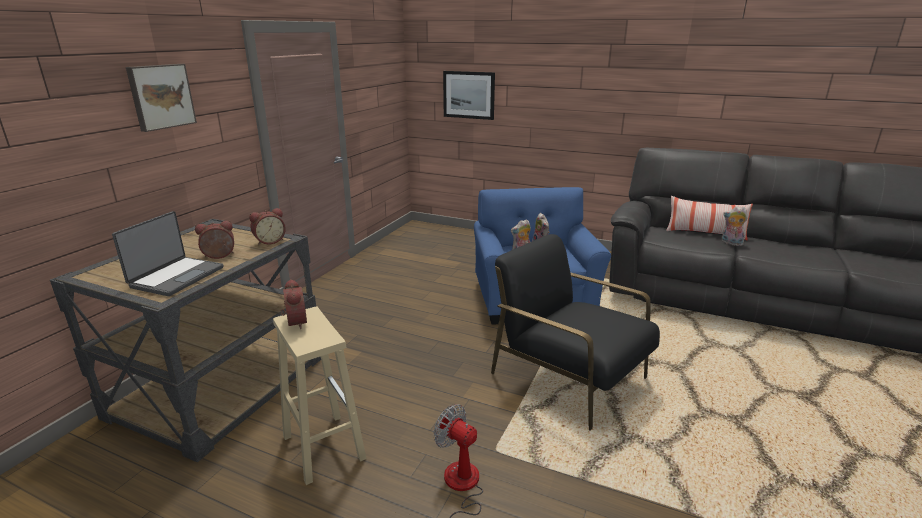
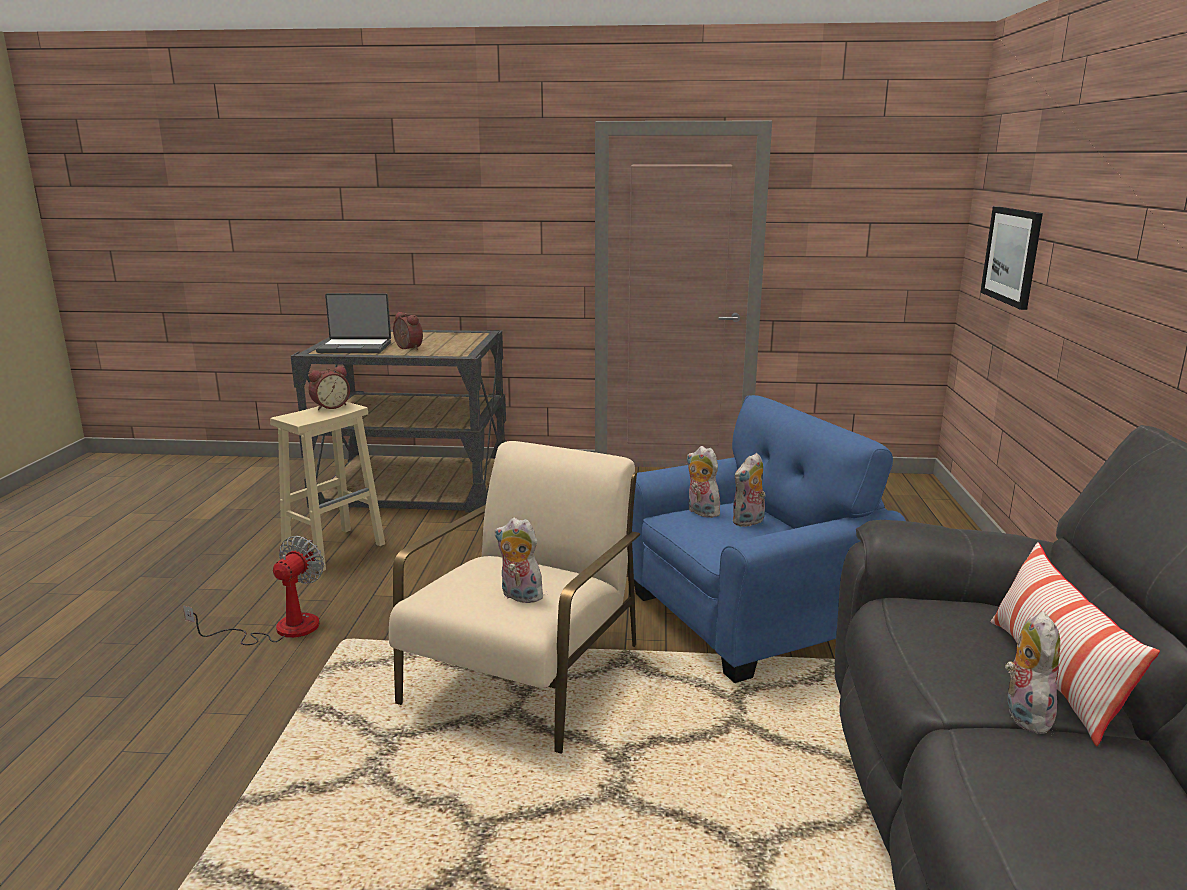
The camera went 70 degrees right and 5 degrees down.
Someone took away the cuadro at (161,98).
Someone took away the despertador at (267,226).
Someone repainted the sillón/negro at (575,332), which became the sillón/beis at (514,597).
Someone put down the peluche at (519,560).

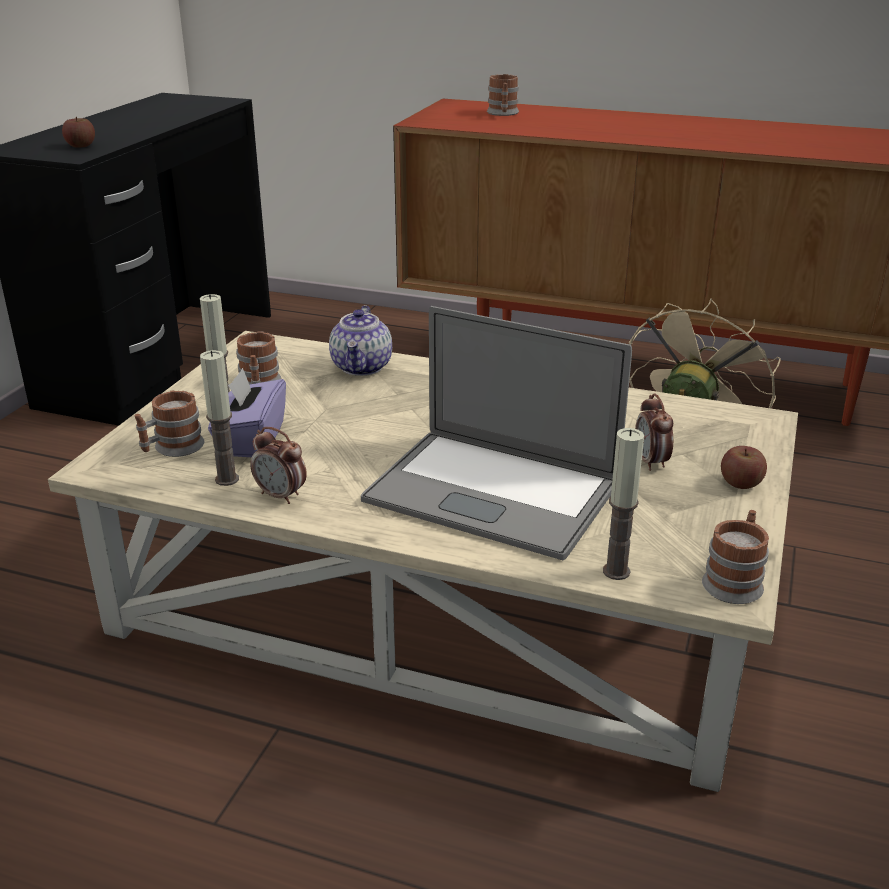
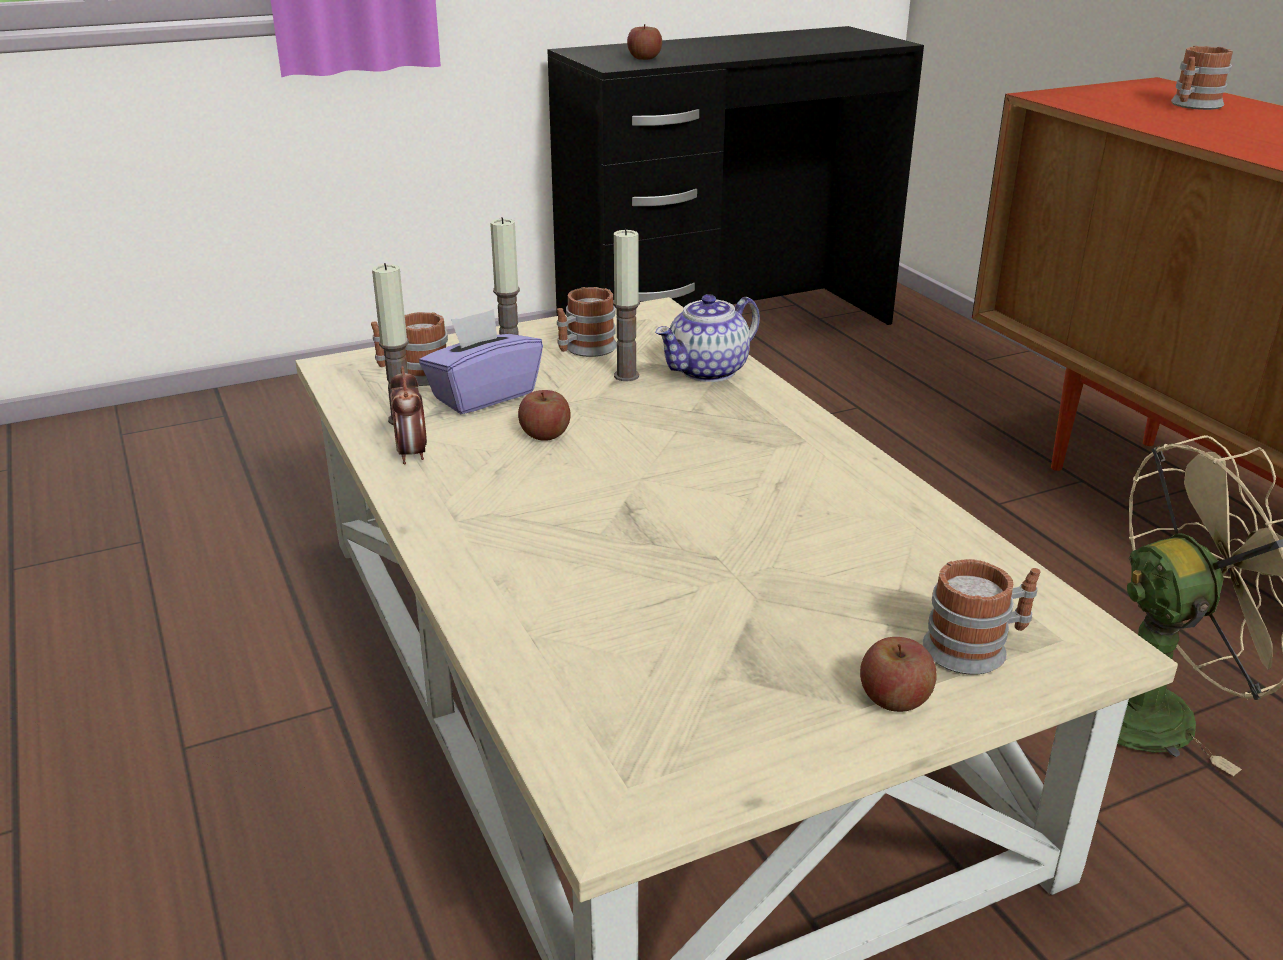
The camera went 45 degrees right and 0 degrees up.
Someone took away the portátil at (496,433).
Someone took away the despertador at (654,432).
Someone carried the vela from (623,504) to (626,305).
Someone carried the taza grande from (735,557) to (982,617).
Someone put down the manzana at (544,415).

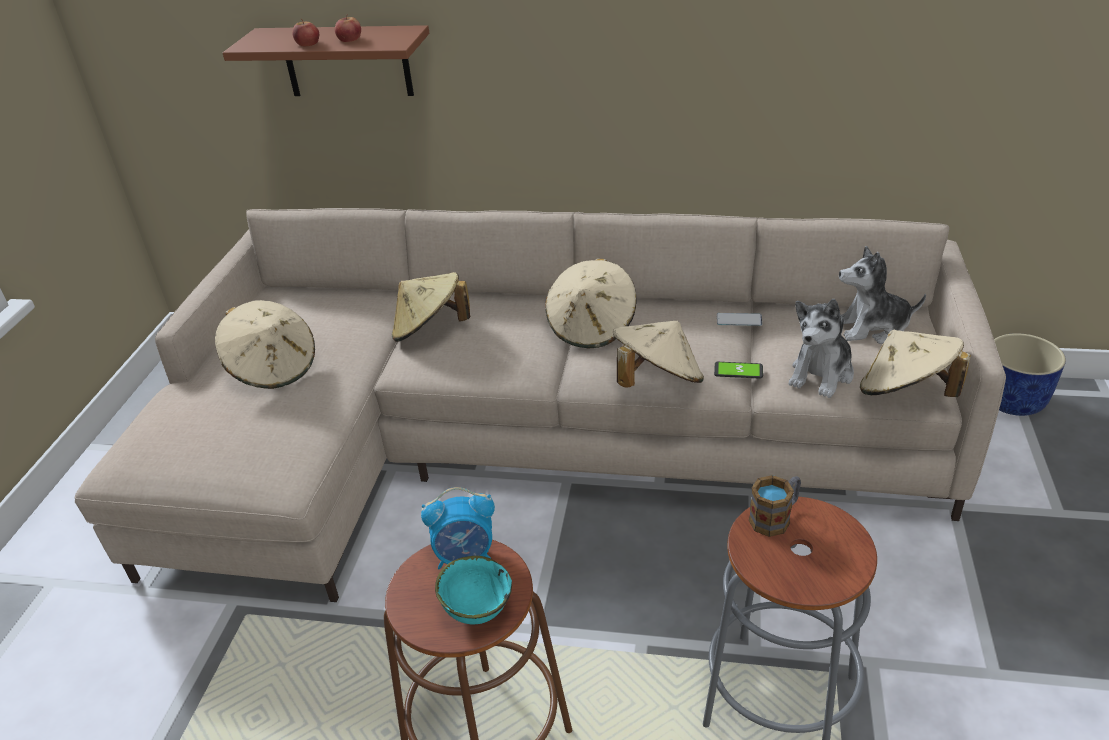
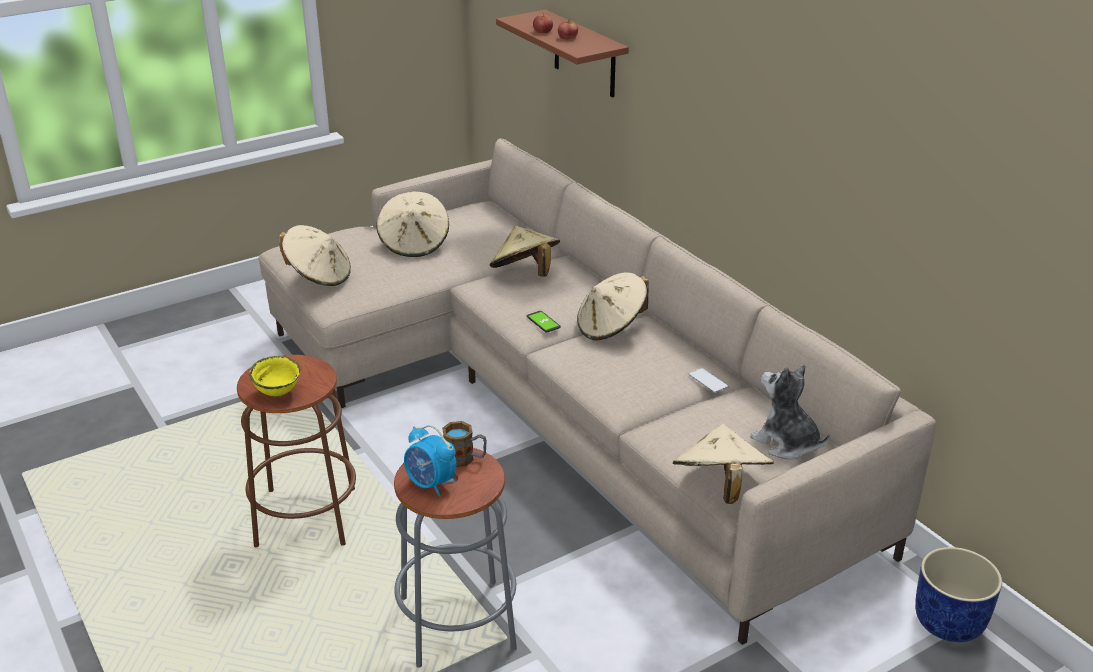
The camera went 45 degrees right and 5 degrees down.
Someone took away the peluche at (821,348).
Someone carried the sombrero/beis from (658,354) to (315,255).
Someone carried the móvil from (738,370) to (544,322).
Someone carried the despertador from (458,528) to (430,460).
Someone repainted the cuenco/turquesa at (473,590), which became the cuenco/amarillo at (274,376).

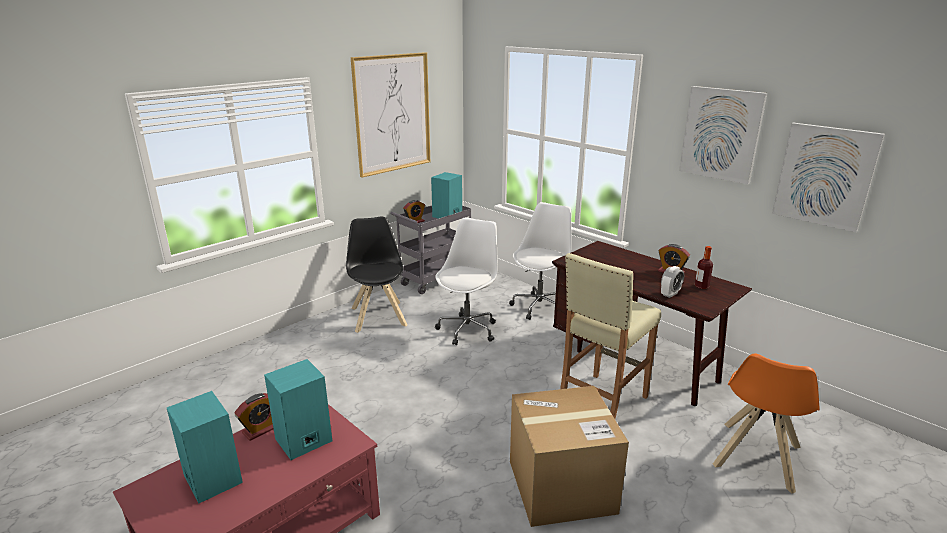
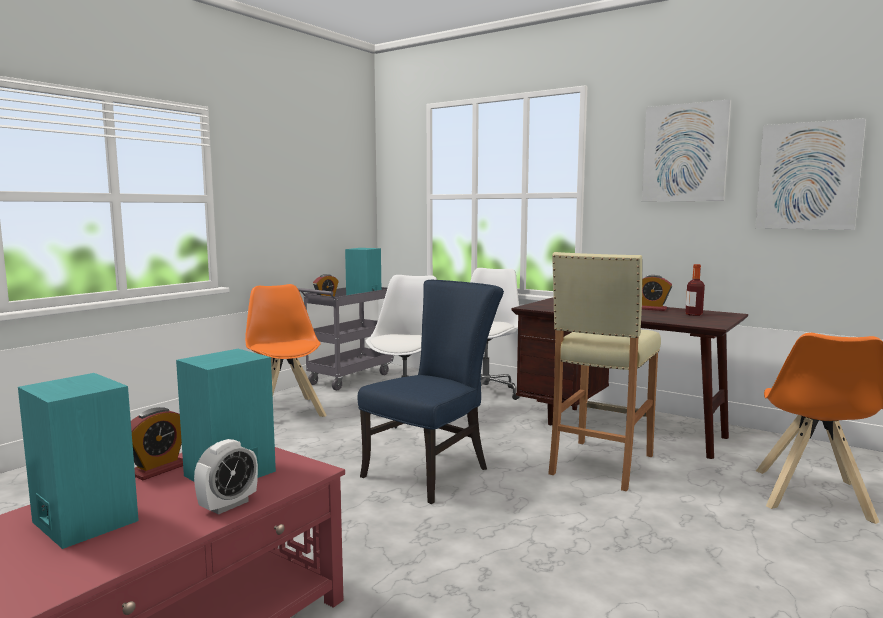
The camera went 10 degrees left and 15 degrees down.
Someone took away the cuadro at (390,115).
Someone repainted the silla/negro at (376,275), which became the silla/naranja at (286,350).
Someone carried the despertador from (672,282) to (226,477).
Someone took away the caja de cartón at (569,456).
Someone put down the silla/azul at (430,392).

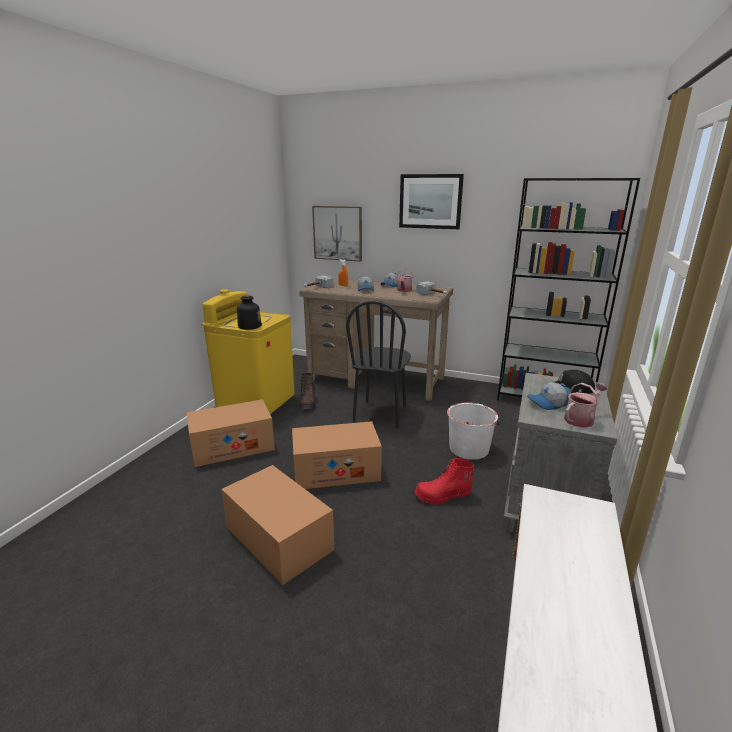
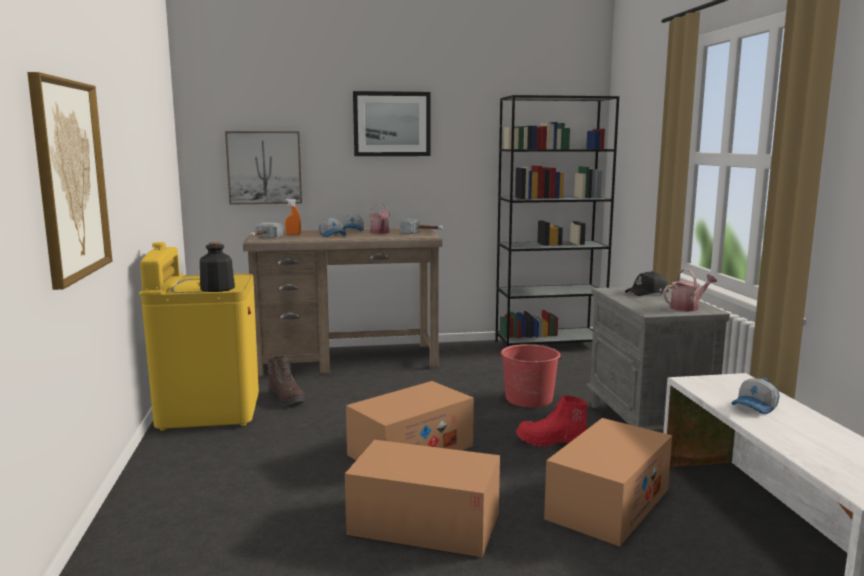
The camera went 30 degrees left and 10 degrees down.
Someone took away the silla/negro at (378,364).
Someone carried the gorra from (548,396) to (756,396).
Someone rotated the regadera at (585,405) by 45 degrees clockwise.
Someone carried the caja de cartón from (230,433) to (608,482).
Someone repainted the cubo/blanco at (473,431), which became the cubo/rojo at (530,376).
Someone rotated the bota/rojo at (444,481) by 45 degrees clockwise.
Someone put up the cuadro at (69,181).

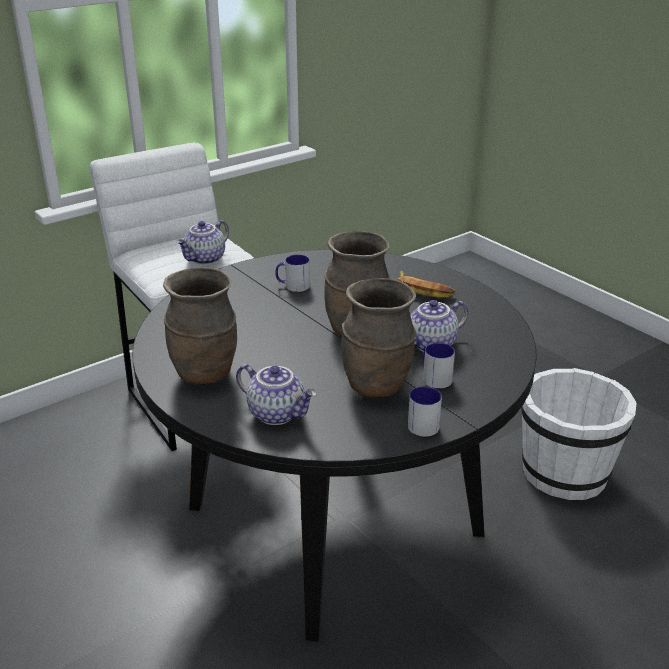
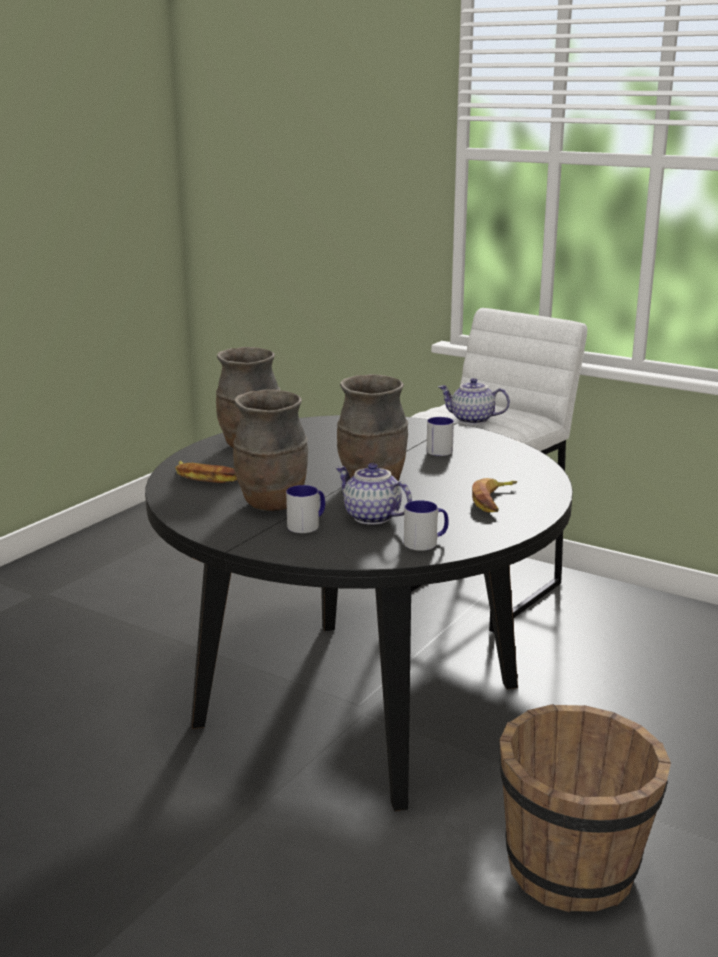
The camera went 70 degrees right and 10 degrees down.
Someone swapped the tetera at (276,394) for the plátano at (206,471).
Someone repainted the cubo/blanco at (579,434), which became the cubo/marrón at (585,808).
Someone carried the taza grande from (425,412) to (426,525).

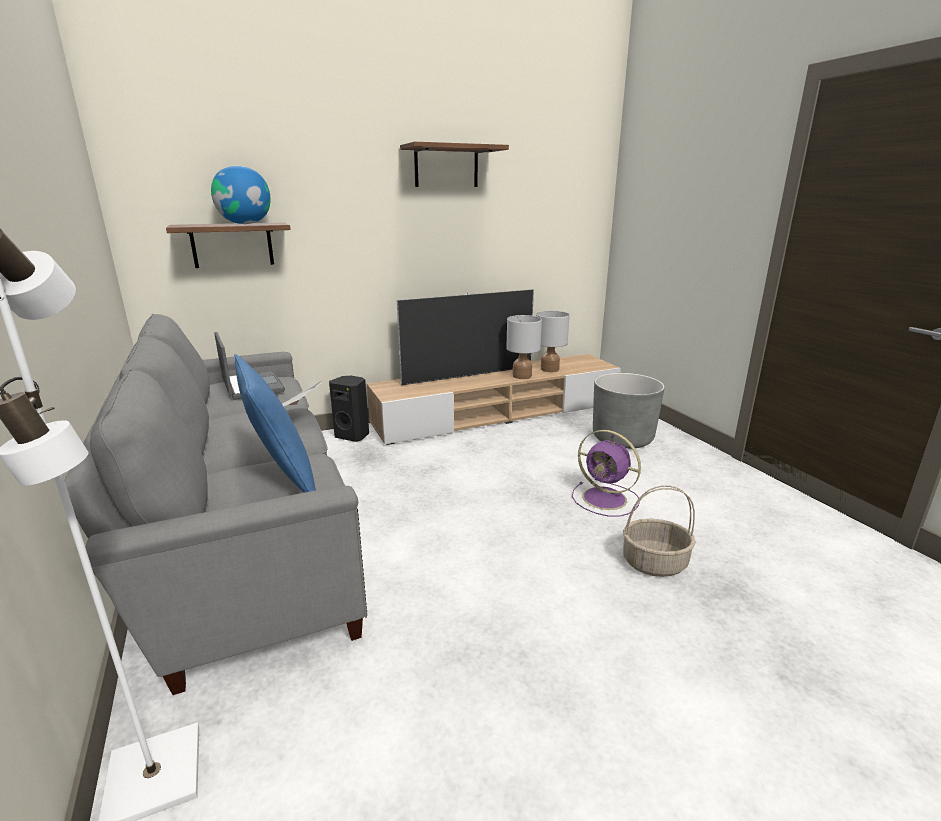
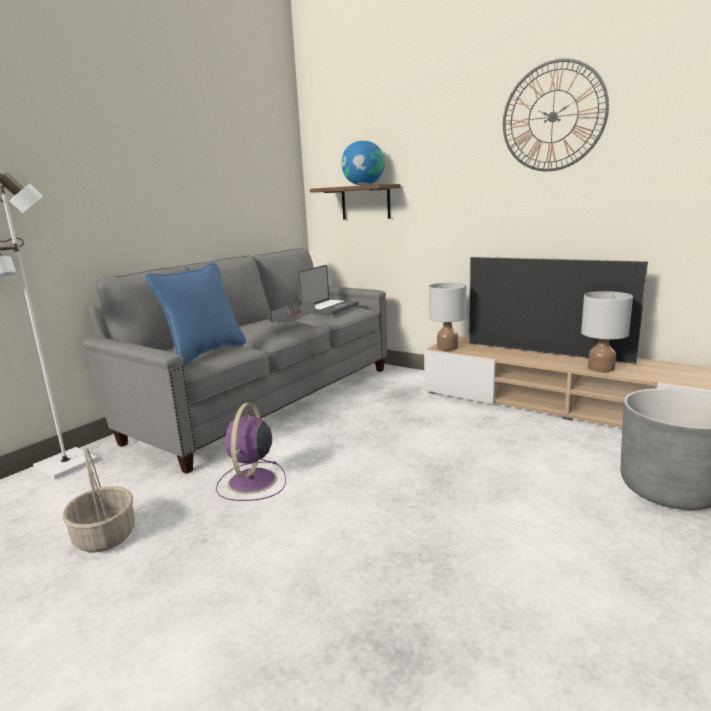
The camera went 60 degrees right and 5 degrees down.
Someone swapped the estante at (454,164) for the reloj de pared at (556,114).
Someone carried the lámpara de mesa/gris from (553,341) to (448,316).
Someone took away the altavoz/negro at (349,409).
Someone carried the ventilador/morado from (606,473) to (251,452).
Someone carried the cesta from (659,531) to (98,500).

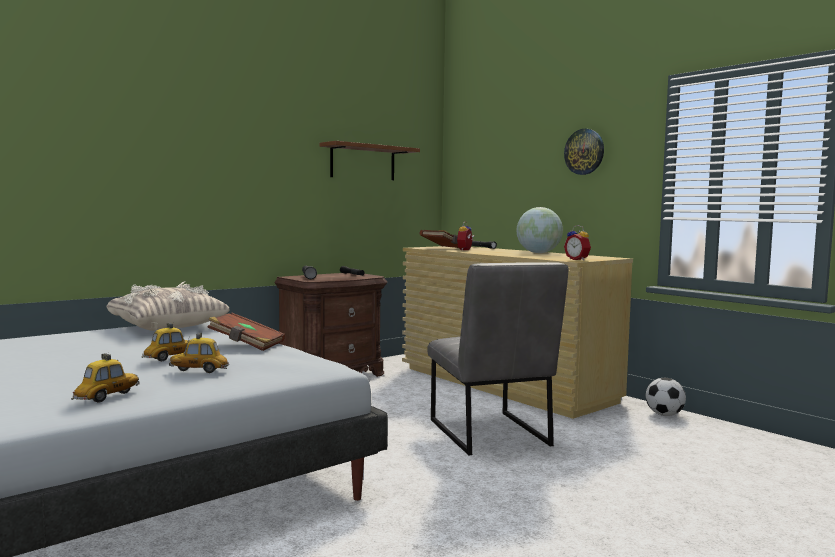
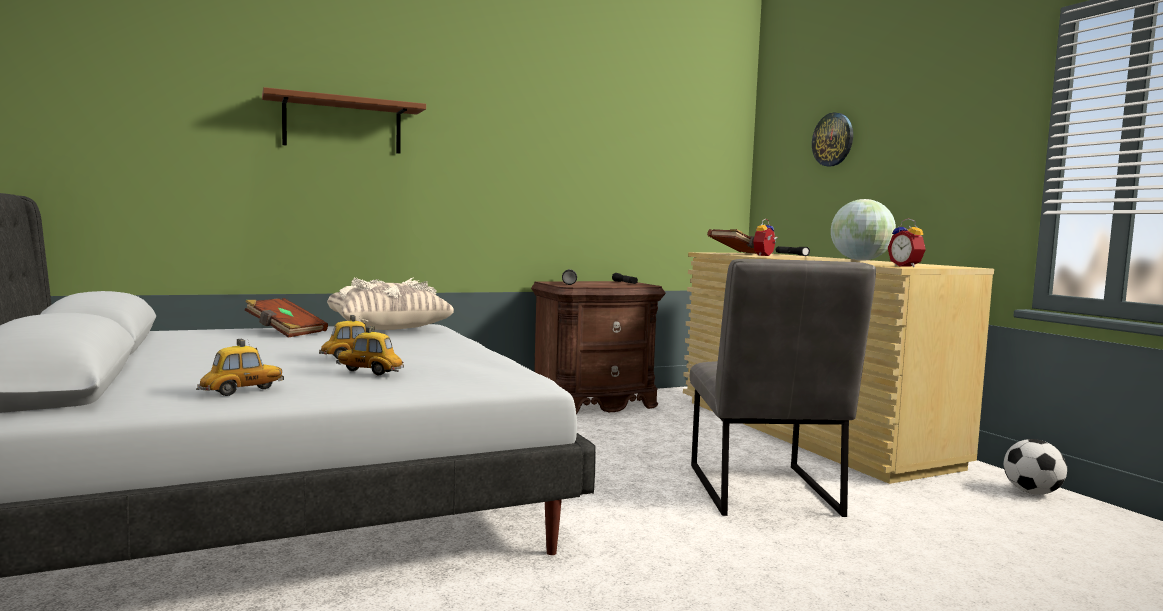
The camera went 15 degrees right and 0 degrees up.
Someone carried the reloj de pared from (584,152) to (832,139).
Someone carried the estante/marrón from (370,160) to (344,120).
Someone carried the libro/marrón from (246,332) to (286,318).

